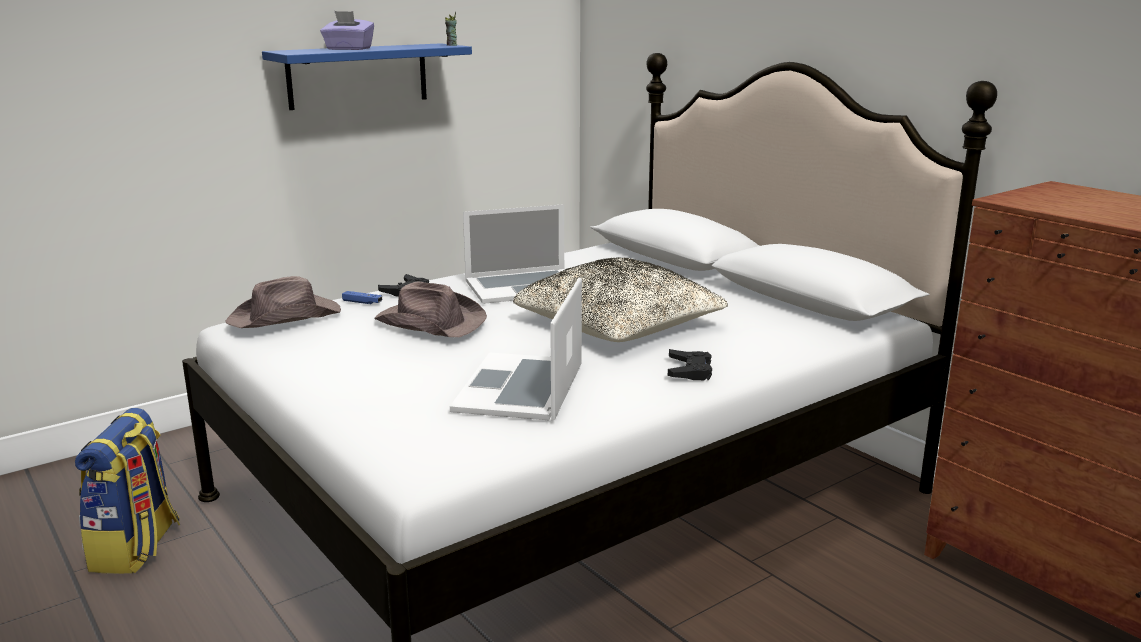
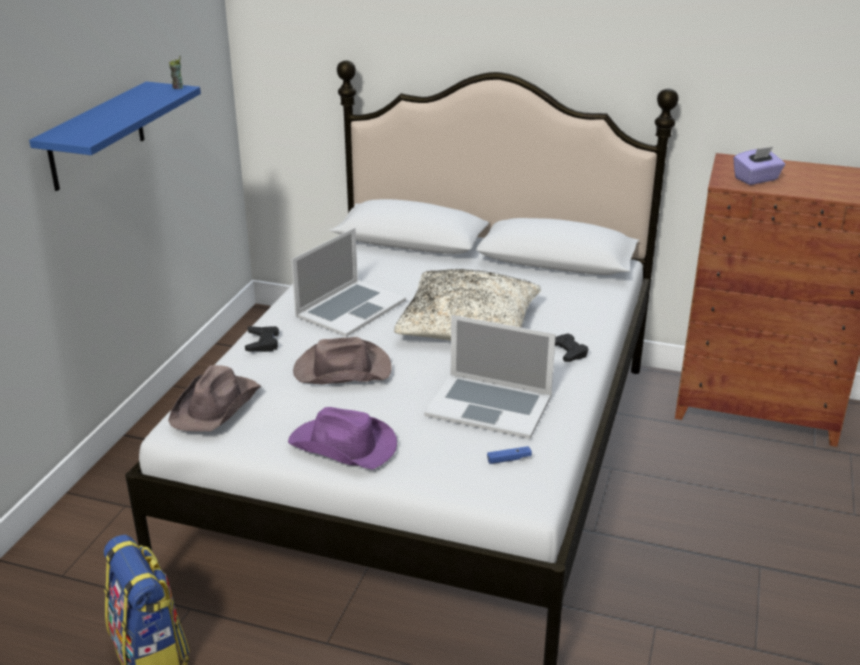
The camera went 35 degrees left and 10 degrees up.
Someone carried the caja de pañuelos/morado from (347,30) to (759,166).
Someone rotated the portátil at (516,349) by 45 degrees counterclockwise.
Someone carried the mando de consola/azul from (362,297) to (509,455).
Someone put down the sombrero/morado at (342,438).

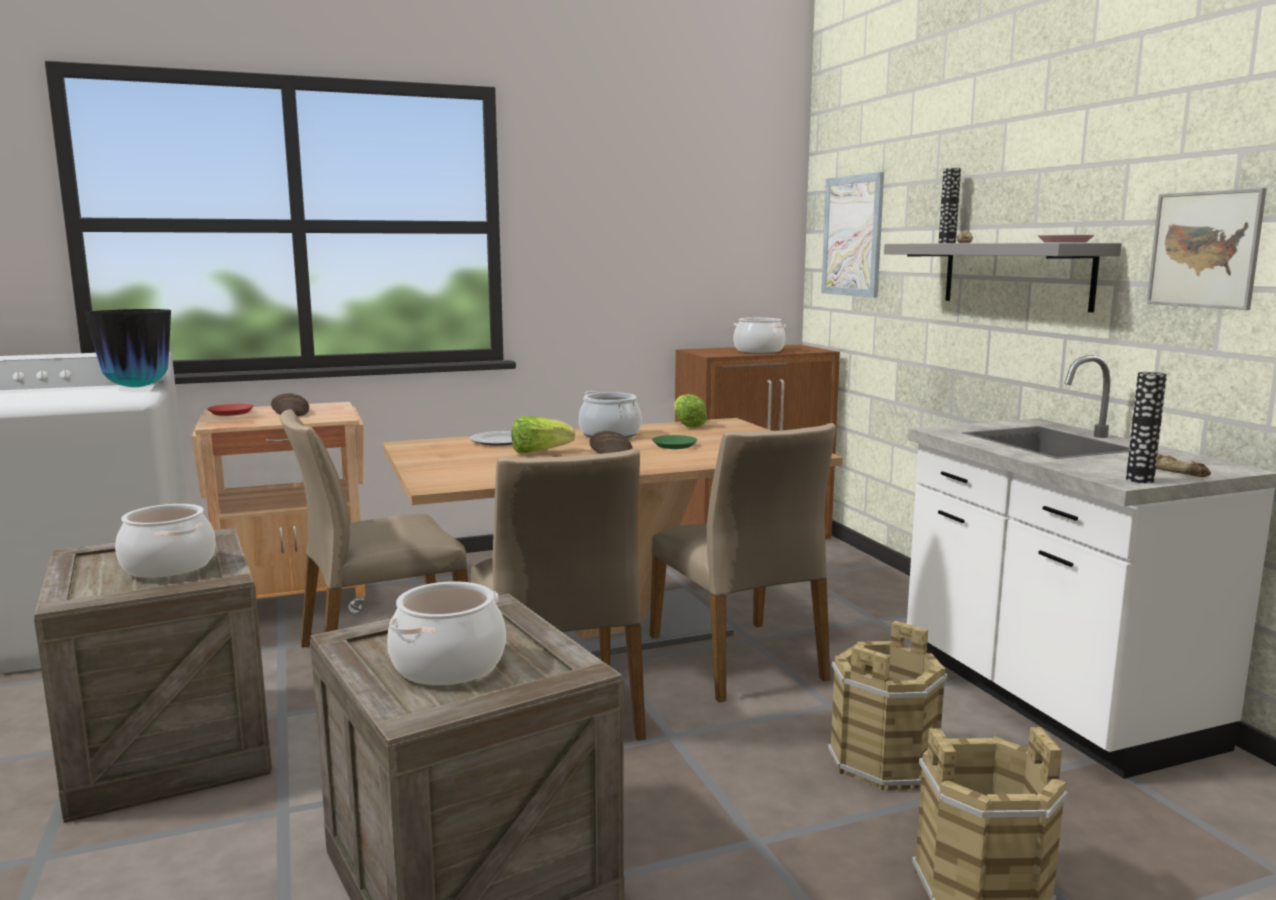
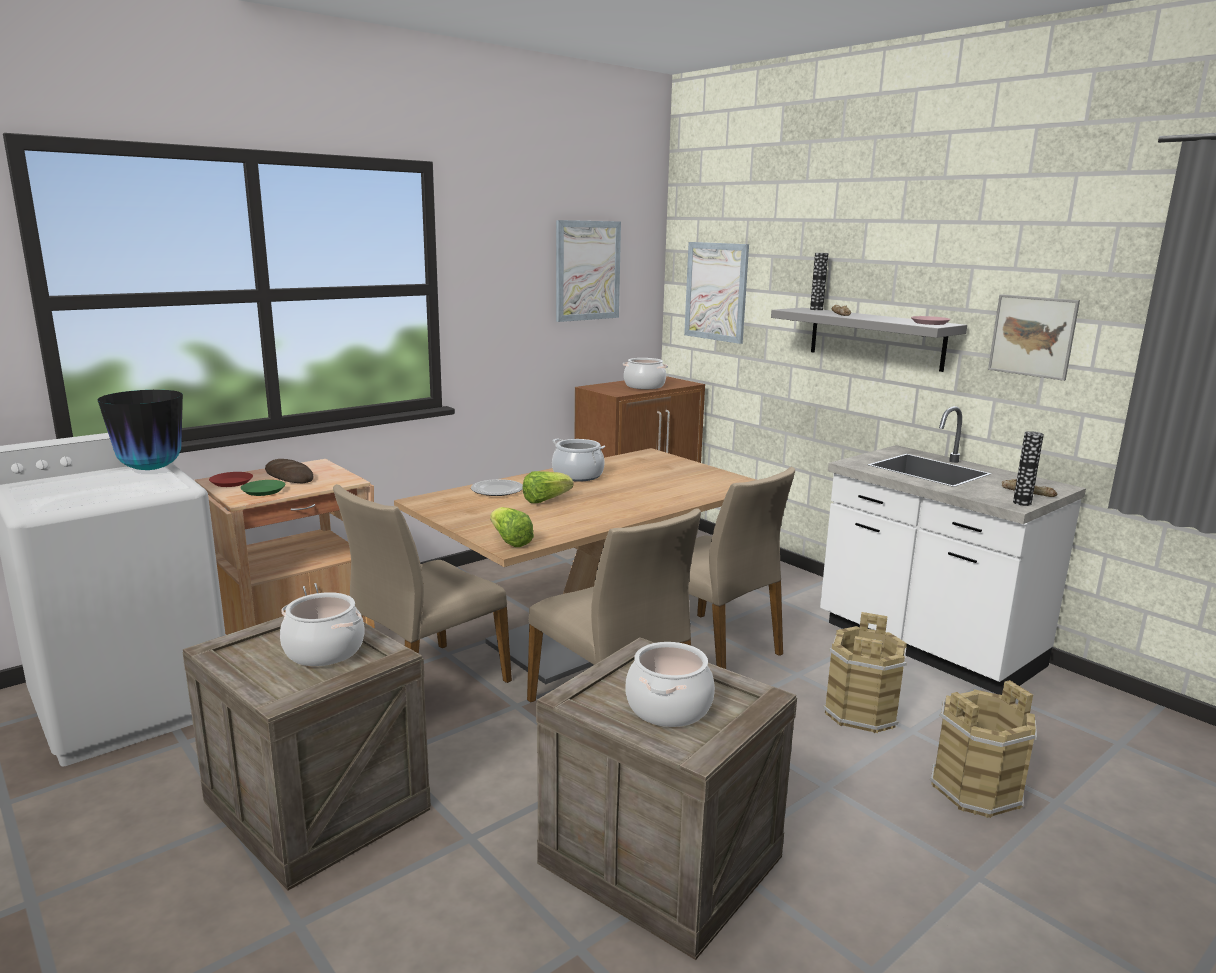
The camera went 20 degrees left and 5 degrees up.
Someone carried the lechuga from (690,411) to (512,527).
Someone took away the pan at (611,442).
Someone carried the plato/verde from (674,442) to (263,488).
Someone put up the cuadro at (588,271).

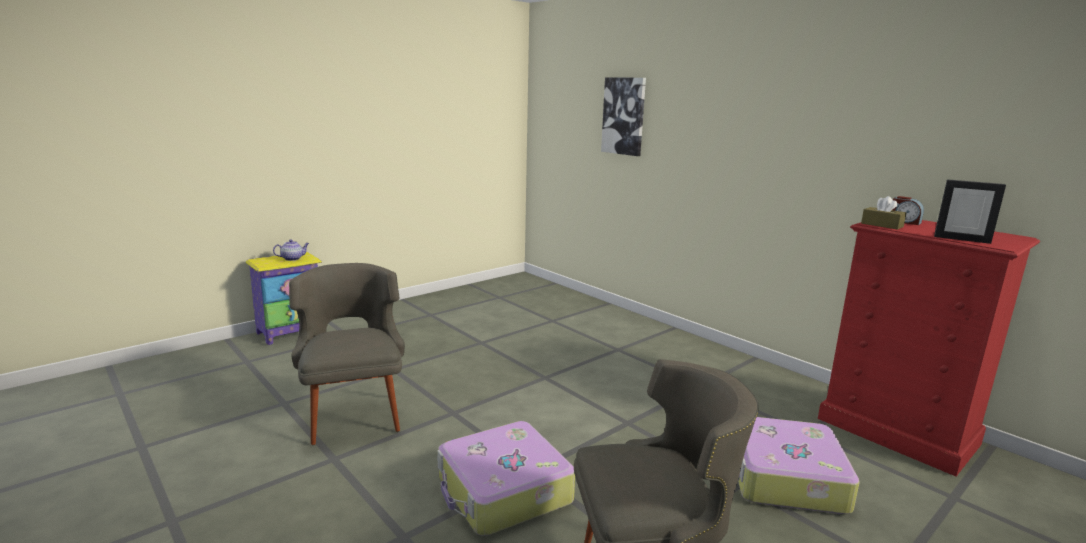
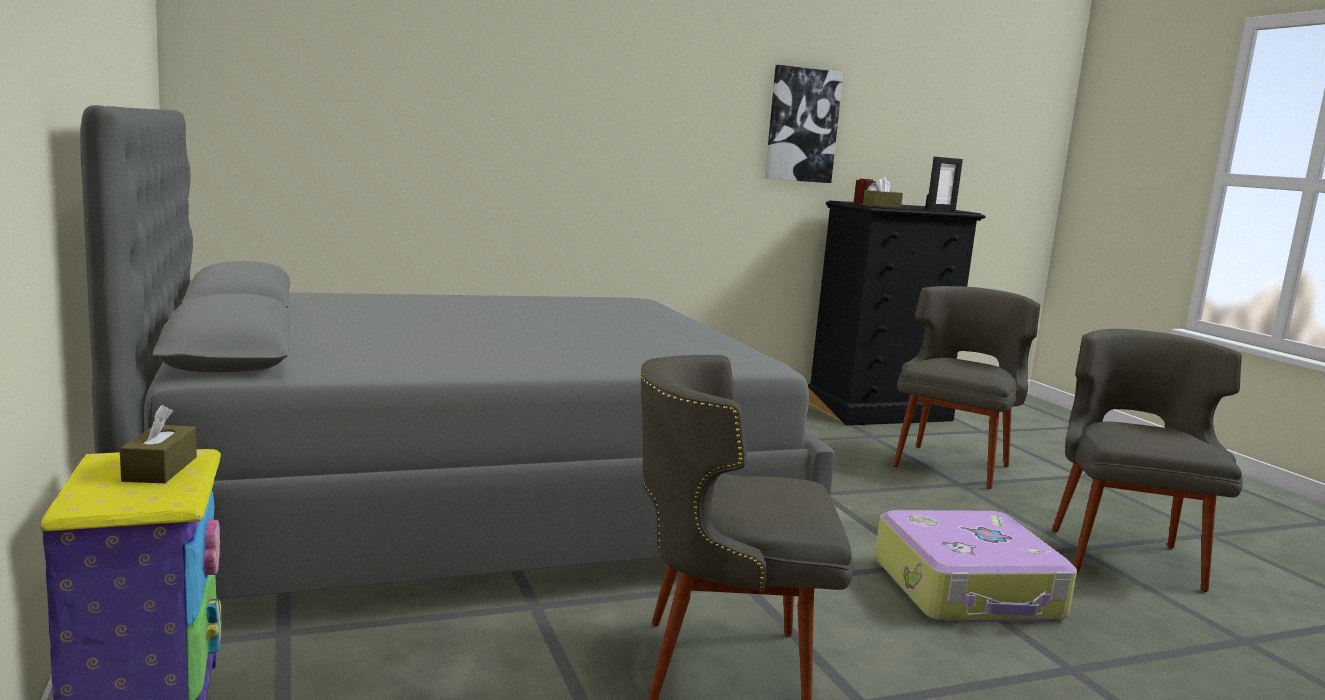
The camera went 70 degrees left and 5 degrees down.
Someone carried the cuadro from (623,116) to (804,124).
Someone repainted the cómoda/rojo at (929,348), which became the cómoda/negro at (897,313).
Someone swapped the tetera at (291,250) for the caja de pañuelos/marrón at (158,444).
Someone swapped the maleta at (799,465) for the silla/gris at (966,387).
Someone put down the cama/gris at (457,352).

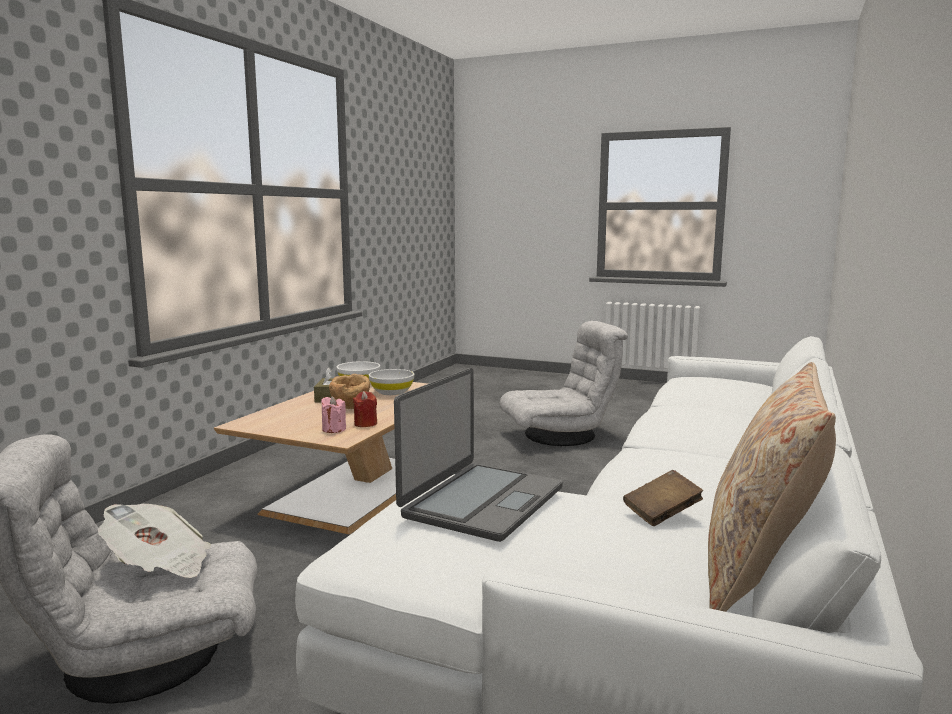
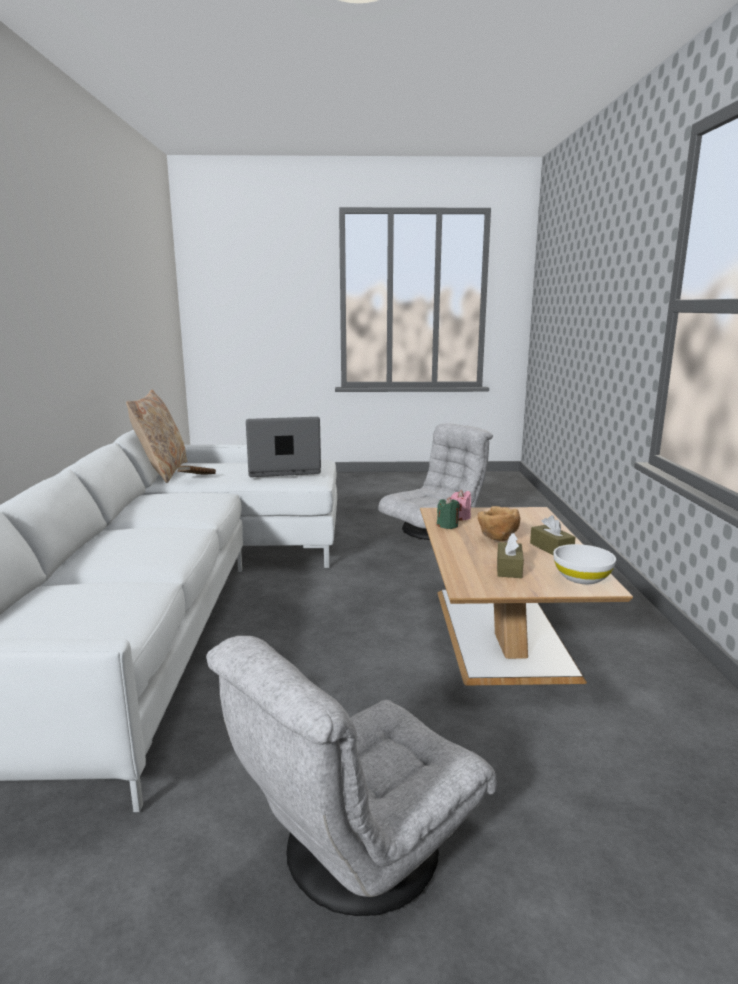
The camera went 155 degrees right and 5 degrees up.
Someone rotated the portátil at (478,455) by 75 degrees clockwise.
Someone swapped the cuenco/blanco at (391,382) for the caja de pañuelos/marrón at (510,555).
Someone repainted the vela/rojo at (365,409), which became the vela/verde at (448,513).
Someone took away the periódico at (154,541).

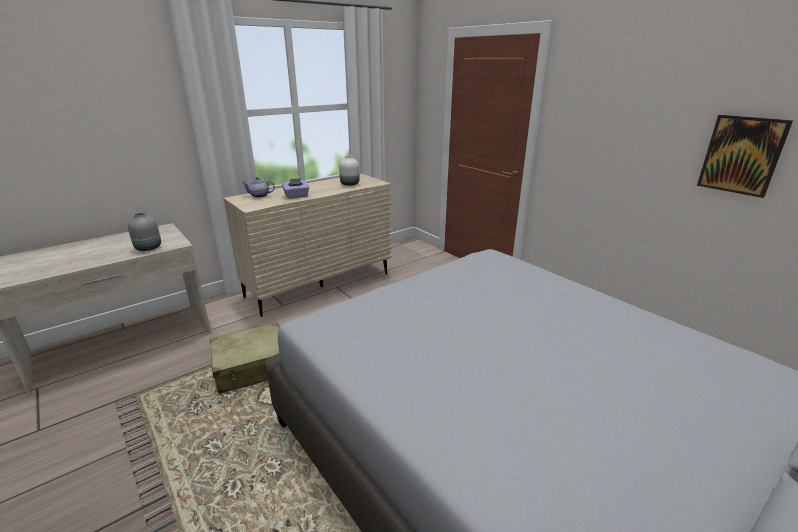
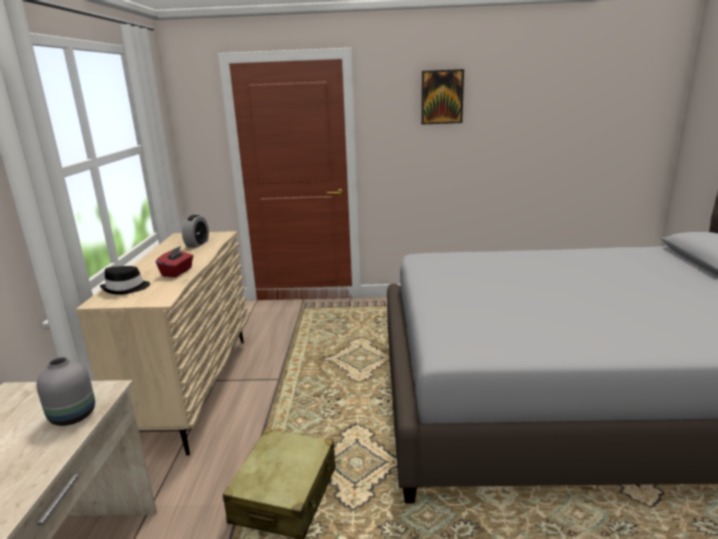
The camera went 50 degrees left and 5 degrees down.
Someone carried the cuadro from (745,156) to (442,96).
Someone swapped the florero/blanco at (349,171) for the despertador at (195,231).
Someone swapped the tetera at (258,187) for the sombrero/negro at (125,280).
Someone repainted the caja de pañuelos/morado at (295,188), which became the caja de pañuelos/rojo at (174,261).

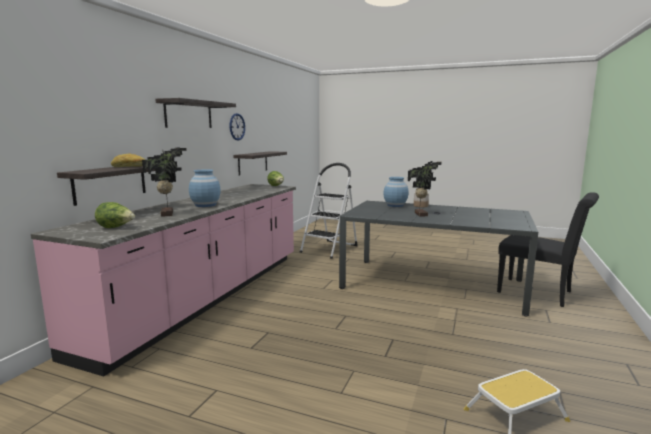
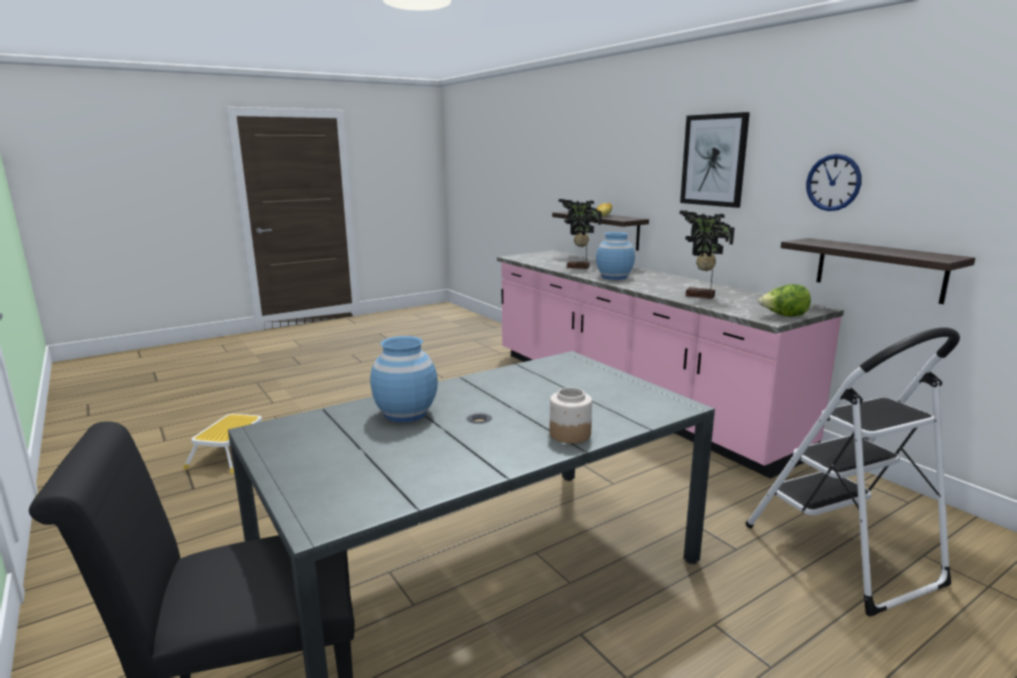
The camera went 125 degrees right and 5 degrees up.
Someone swapped the estante at (195,113) for the cuadro at (715,160).
Someone carried the planta en maceta from (425,188) to (707,255).
Someone carried the florero/azul from (396,192) to (404,379).
Someone took away the lechuga at (115,215).

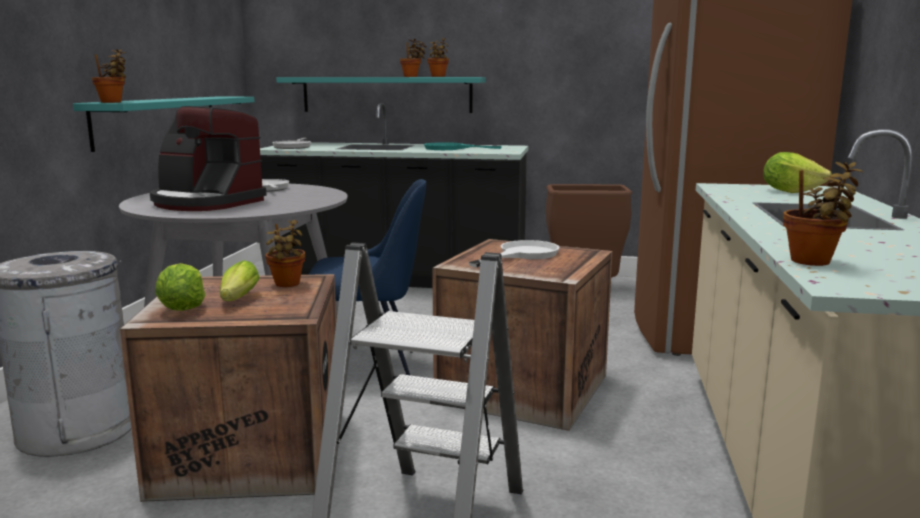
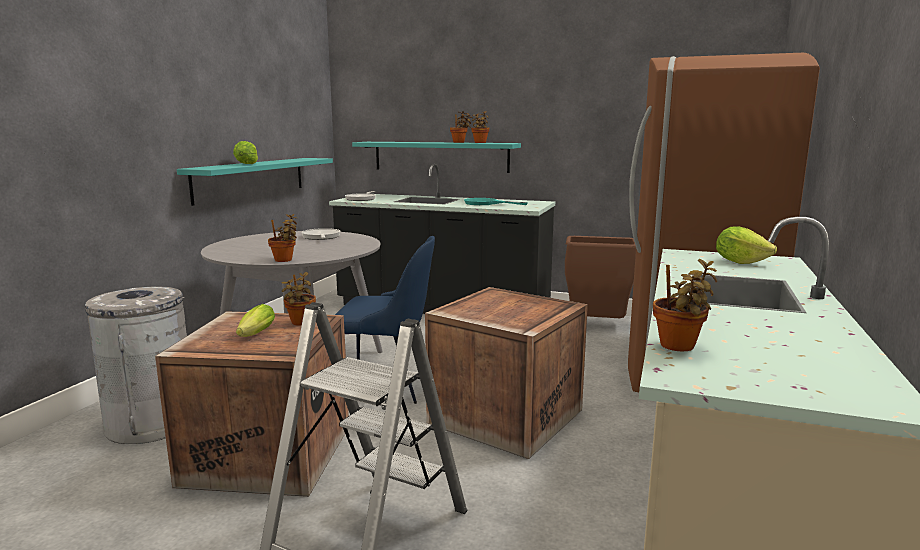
The camera went 10 degrees right and 0 degrees up.
Someone carried the planta en maceta from (109,76) to (282,238).
Someone took away the cafetera at (208,158).
Someone took away the sartén/blanco at (514,253).
Someone carried the lechuga from (180,287) to (245,152).

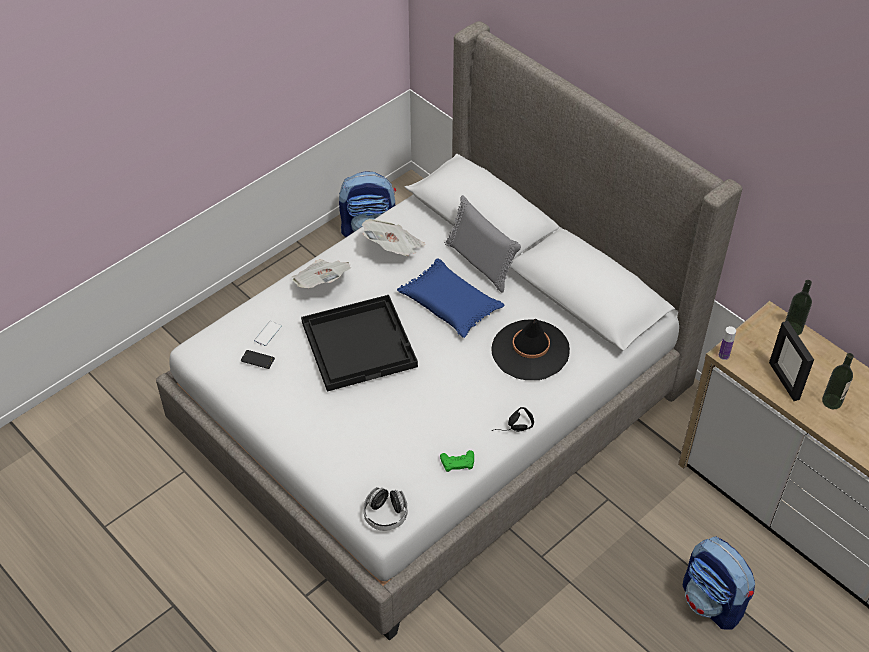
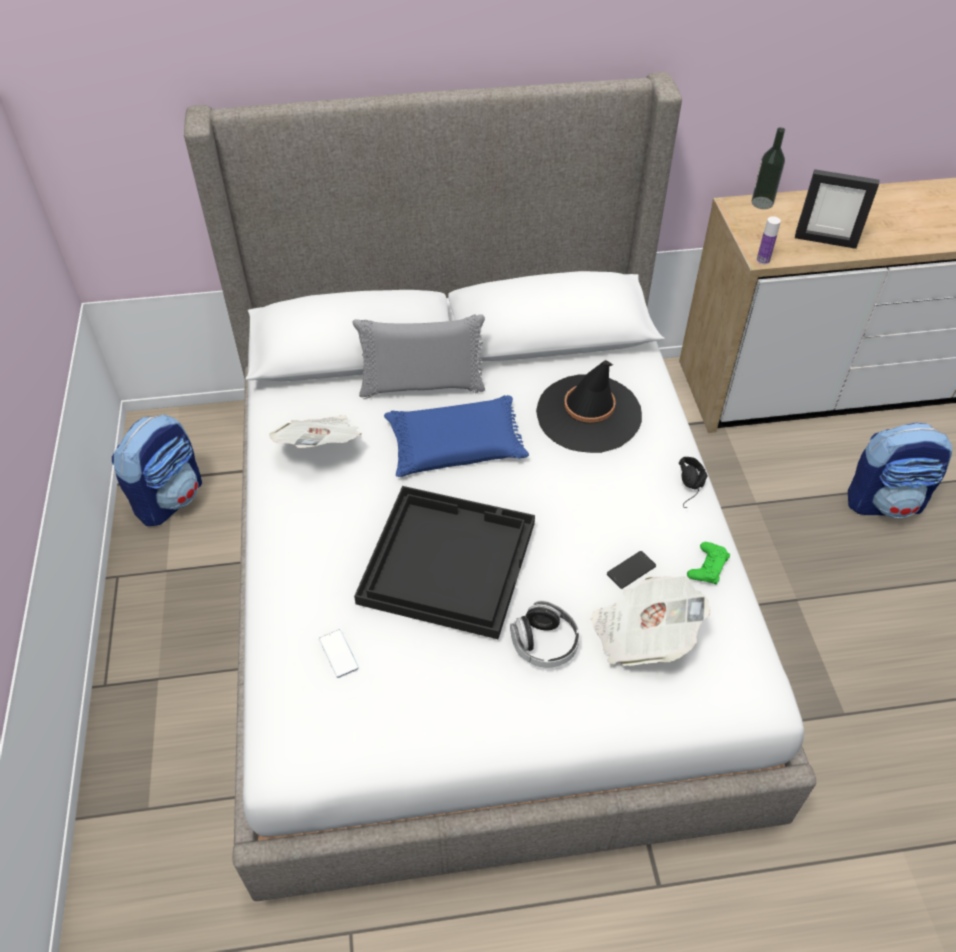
The camera went 55 degrees left and 0 degrees up.
Someone carried the periódico from (321,273) to (650,621).
Someone carried the móvil from (258,359) to (631,570).
Someone took away the botella at (838,381).
Someone carried the auriculares from (385,509) to (545,634).

